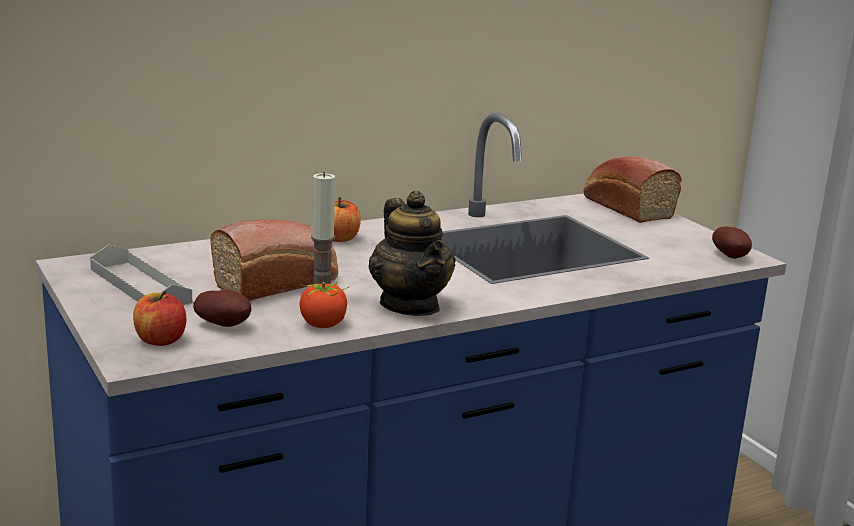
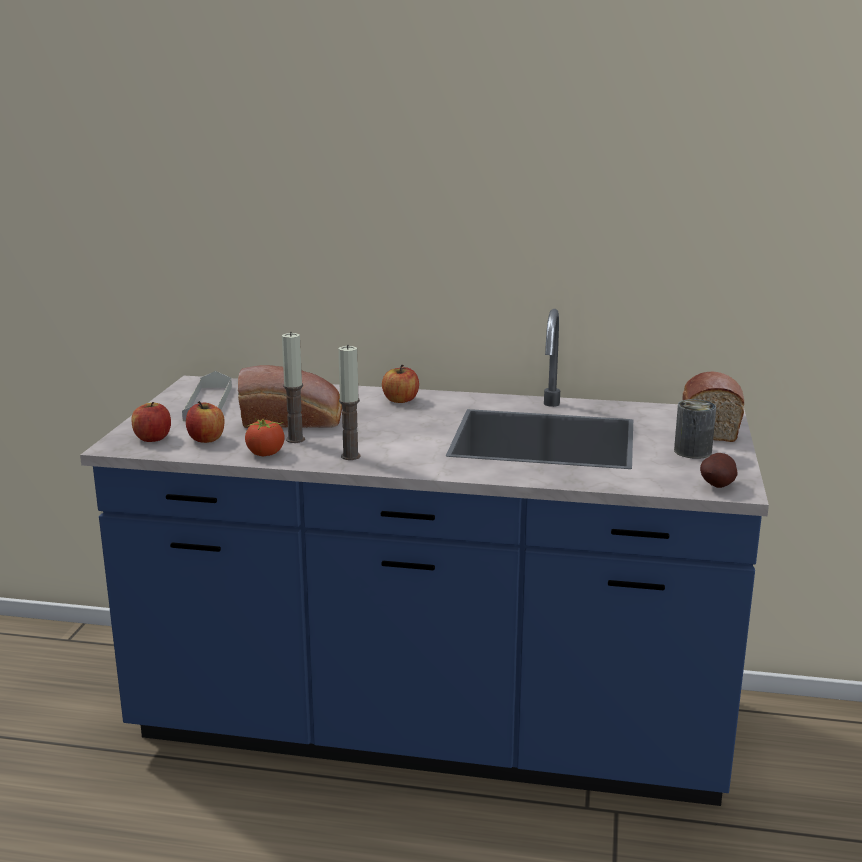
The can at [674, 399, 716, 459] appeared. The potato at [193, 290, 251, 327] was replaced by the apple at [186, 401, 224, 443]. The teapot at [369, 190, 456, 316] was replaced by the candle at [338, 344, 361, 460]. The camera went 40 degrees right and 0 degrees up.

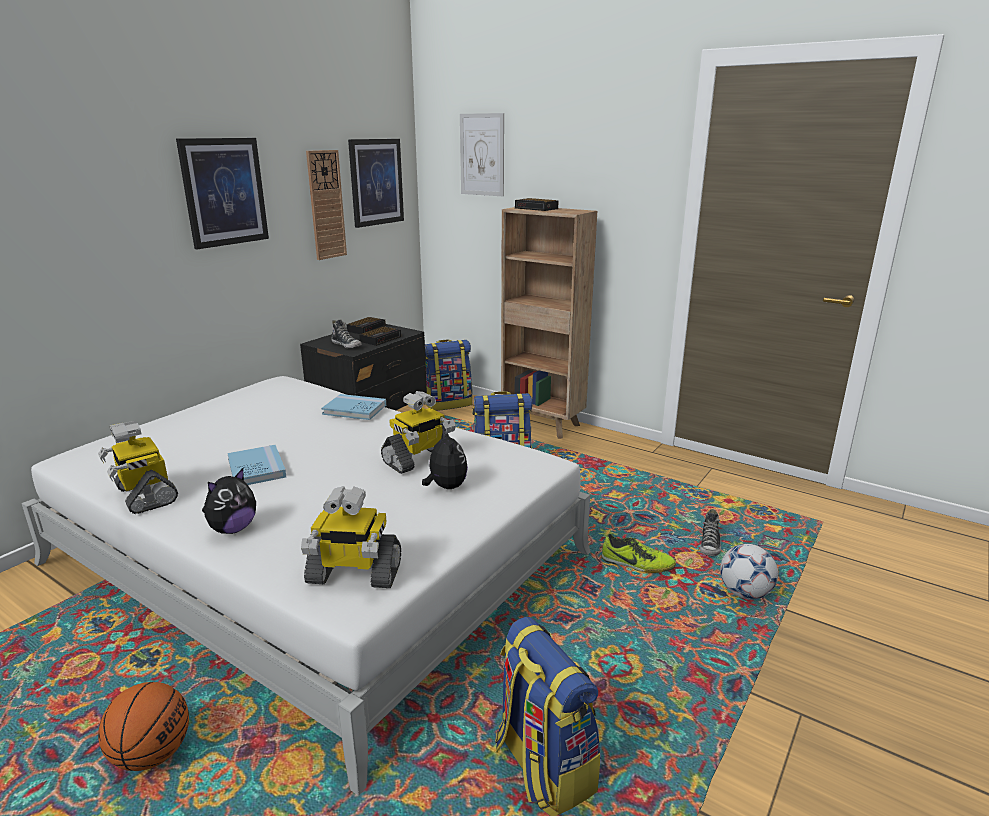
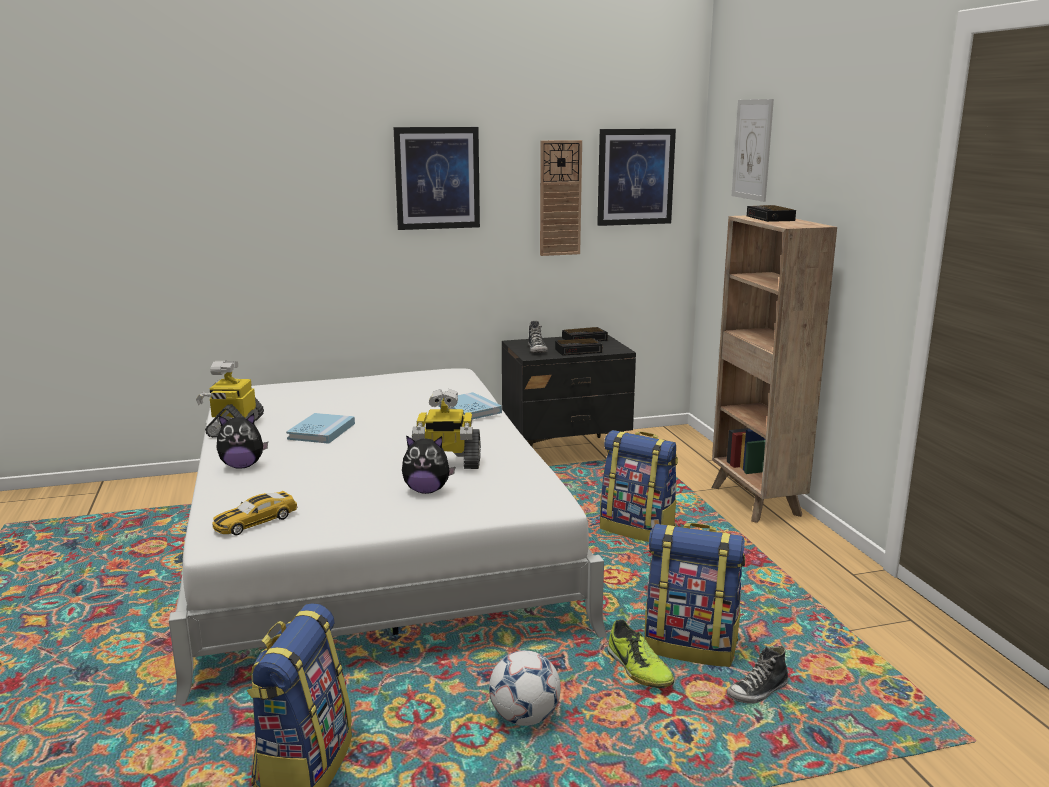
The basketball at [98, 682, 189, 771] disappeared. The backpack moved from [425, 339, 472, 411] to [645, 523, 745, 667]. The football moved from [720, 544, 778, 599] to [489, 650, 561, 726]. The toy_robot at [301, 486, 401, 588] was replaced by the toy_car at [212, 491, 298, 535]. The plush_toy at [422, 429, 468, 489] turned 75 degrees clockwise. The camera went 40 degrees right and 5 degrees down.

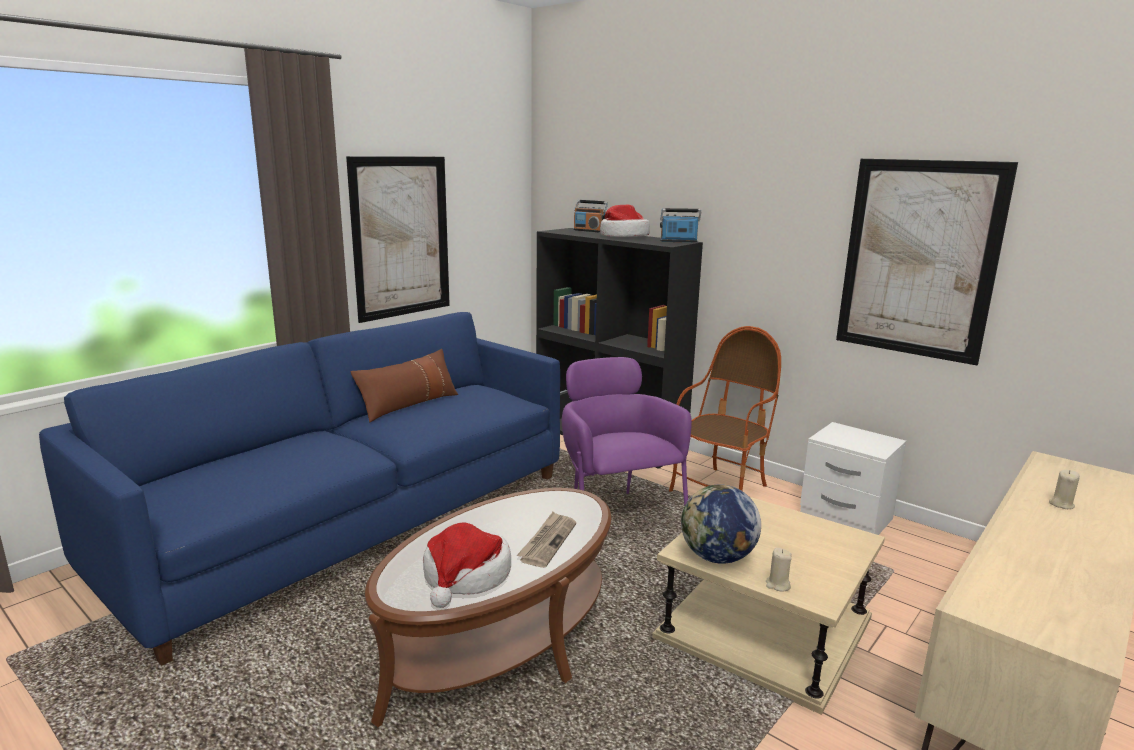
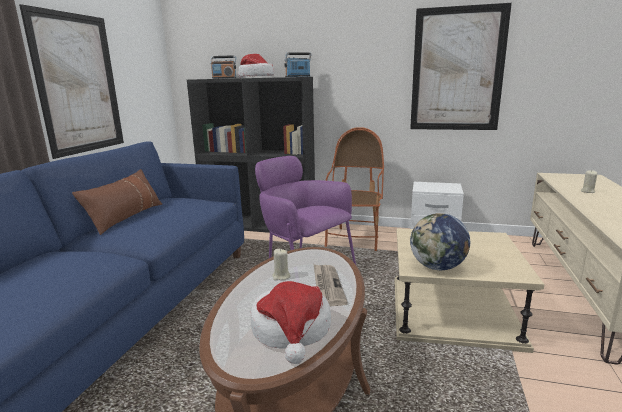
The beige_candle moved from [766, 548, 792, 591] to [272, 249, 291, 280]. The camera went 25 degrees left and 0 degrees up.

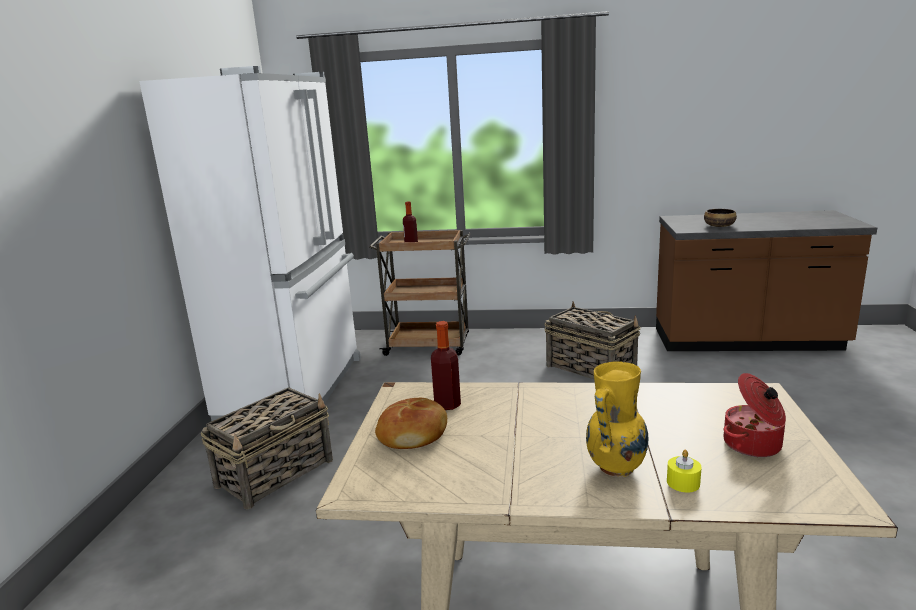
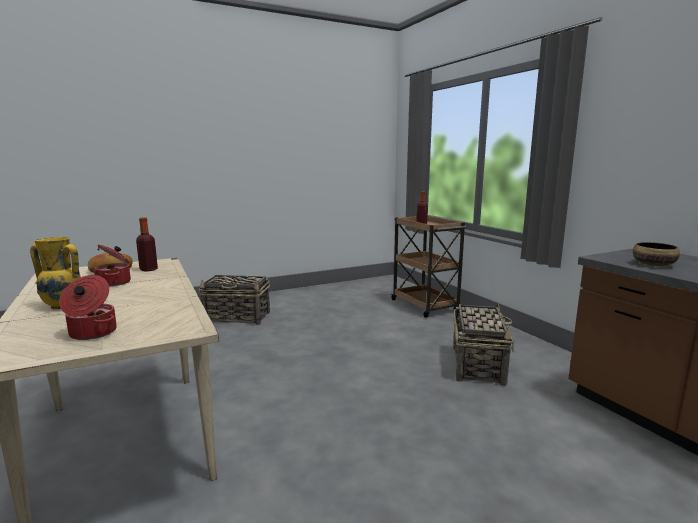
The white_fridge at [139, 66, 361, 421] disappeared. The yellow_candle at [667, 450, 702, 492] disappeared. The cooking_pot at [94, 245, 131, 286] appeared. The camera went 55 degrees right and 5 degrees down.

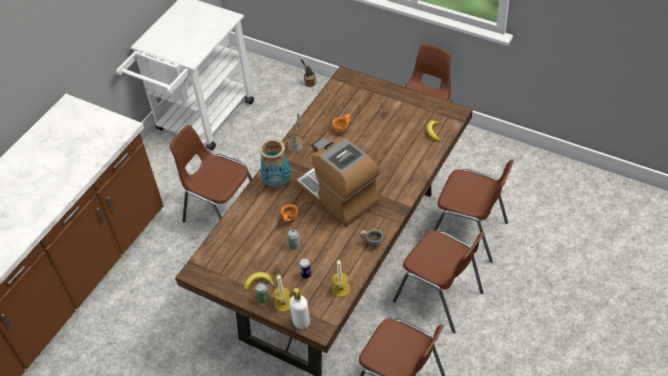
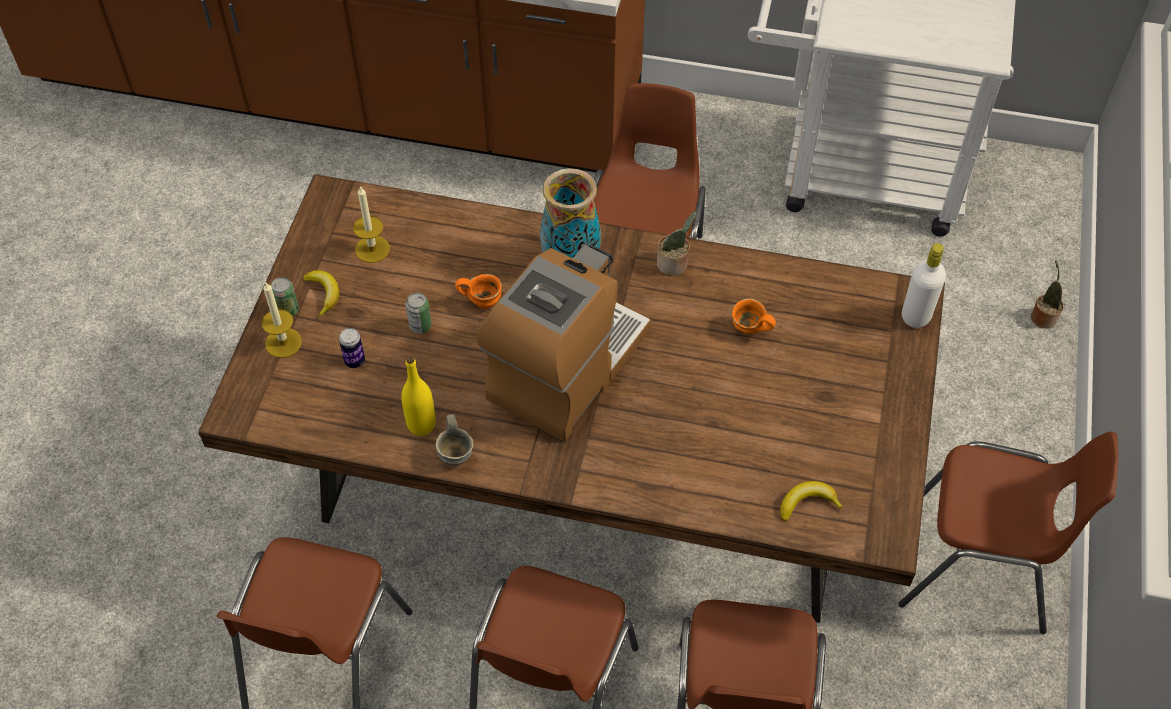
The yellow_bottle at [401, 356, 435, 436] appeared. The white_bottle moved from [289, 288, 310, 329] to [902, 243, 946, 328]. The candle moved from [332, 259, 351, 297] to [353, 186, 390, 263]. The camera went 70 degrees right and 5 degrees up.

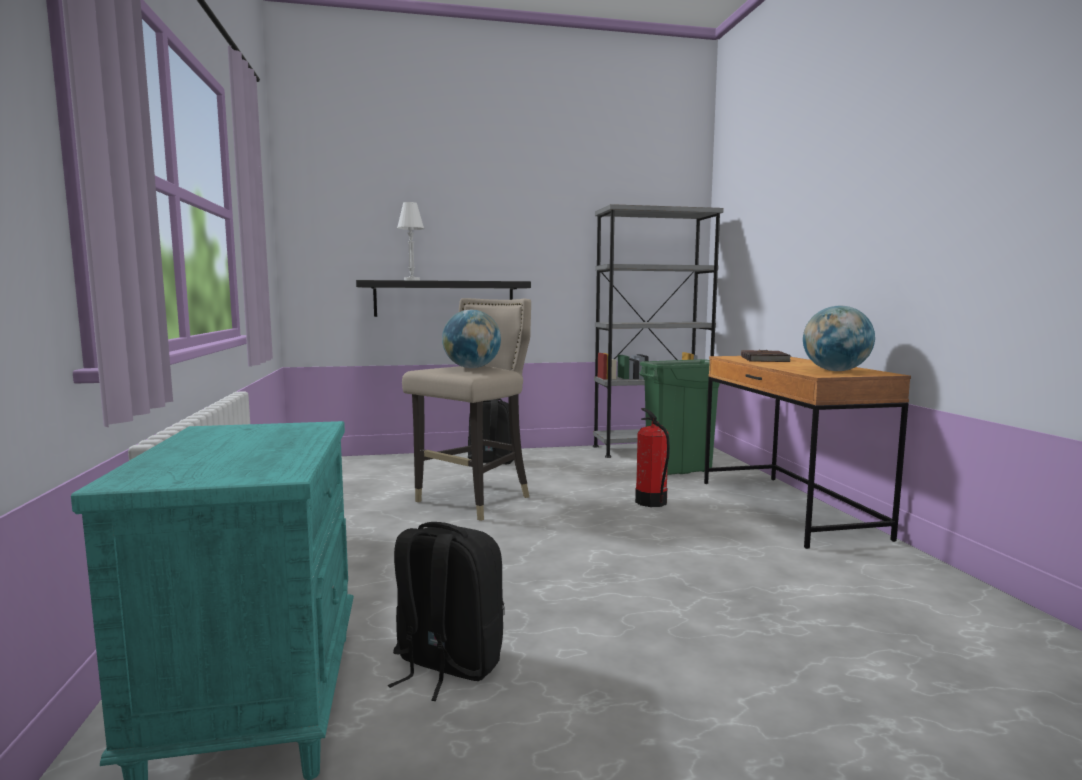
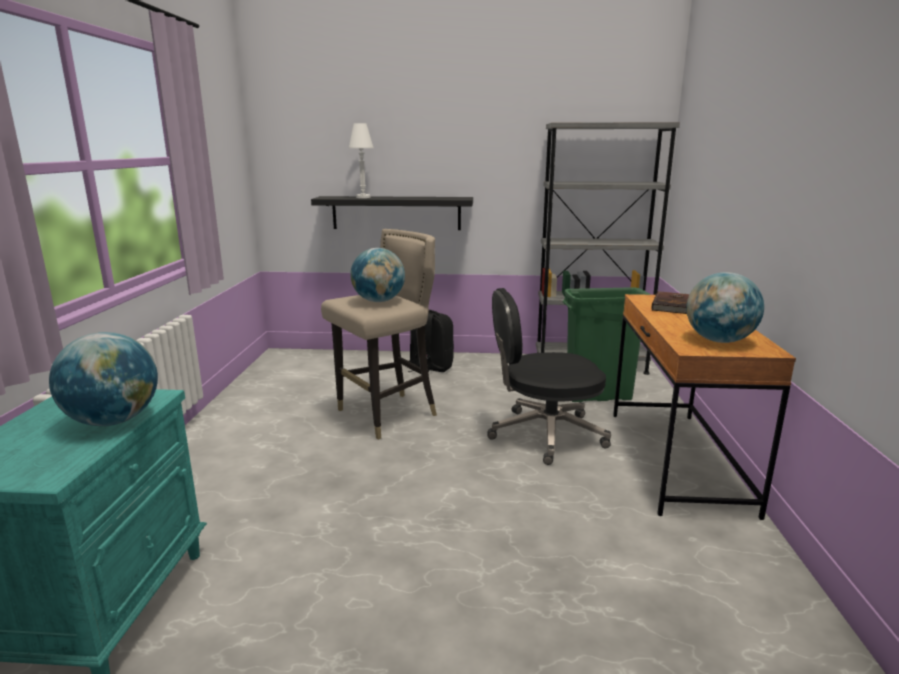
The black_backpack at [388, 522, 504, 701] disappeared. The globe at [49, 332, 158, 426] appeared. The fire_extinguisher at [635, 408, 670, 507] was replaced by the black_office_chair at [487, 288, 611, 465]. The camera went 15 degrees right and 10 degrees up.

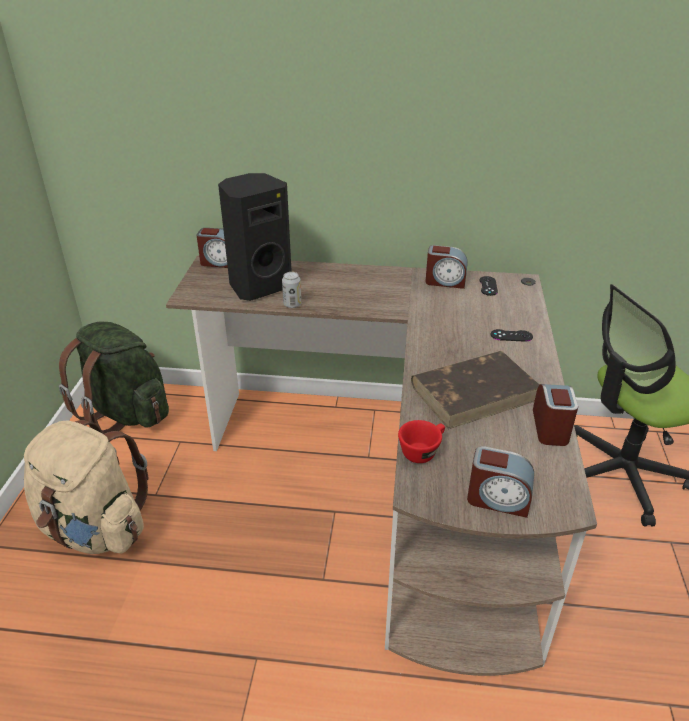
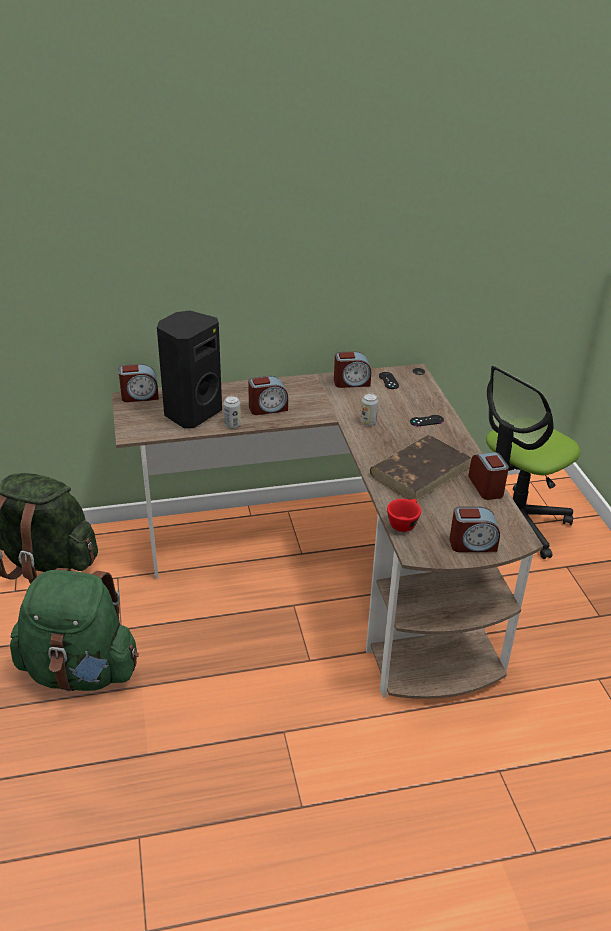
The alarm_clock at [248, 376, 288, 415] appeared. The can at [360, 393, 378, 426] appeared. The beige_backpack at [24, 420, 149, 554] became the green_backpack at [10, 568, 139, 691]. The camera went 20 degrees left and 0 degrees up.

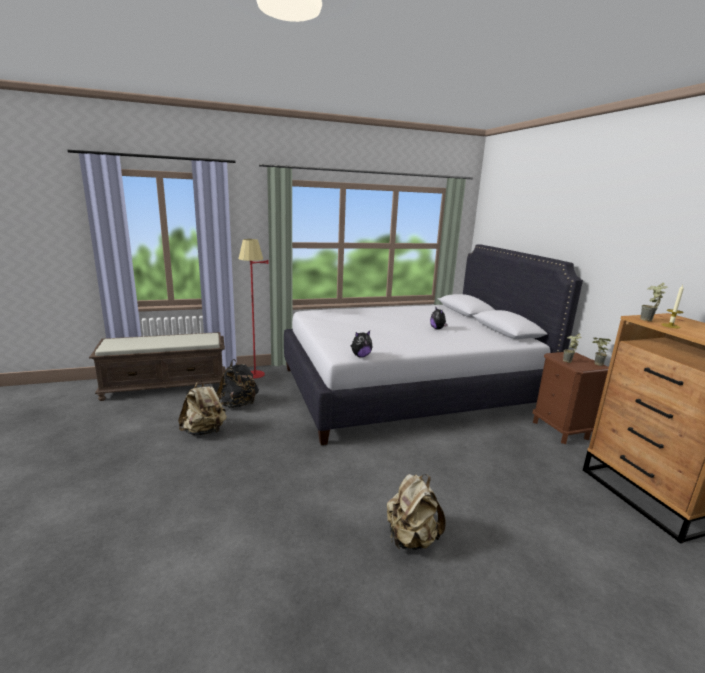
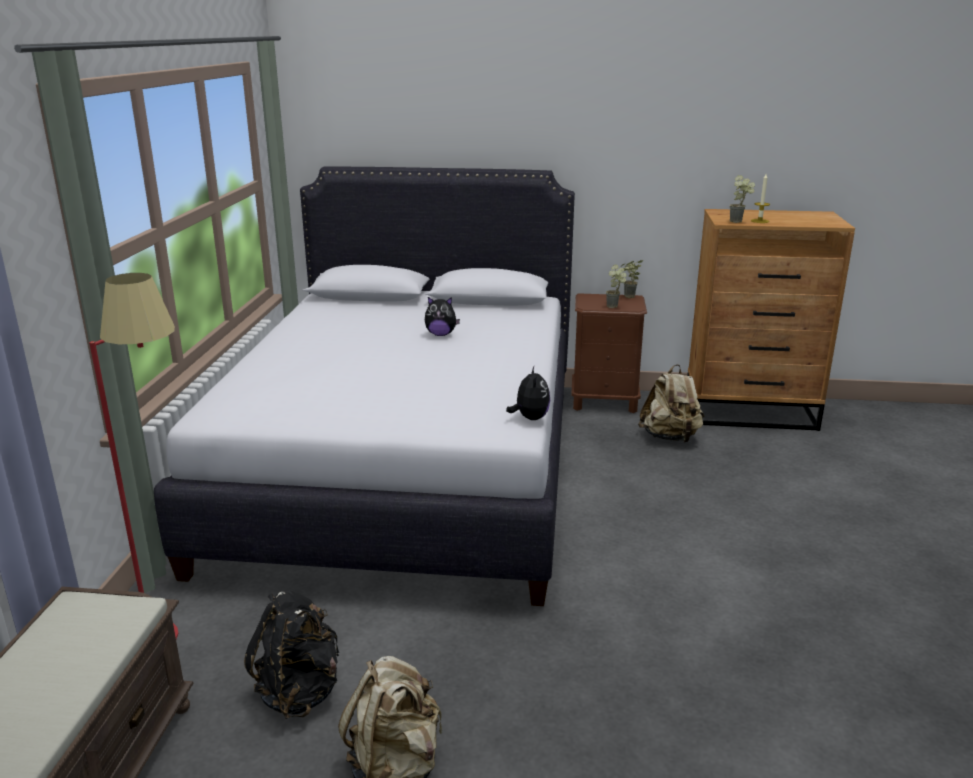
The beige_backpack moved from [387, 474, 445, 550] to [638, 364, 704, 443]. The camera went 65 degrees left and 5 degrees up.

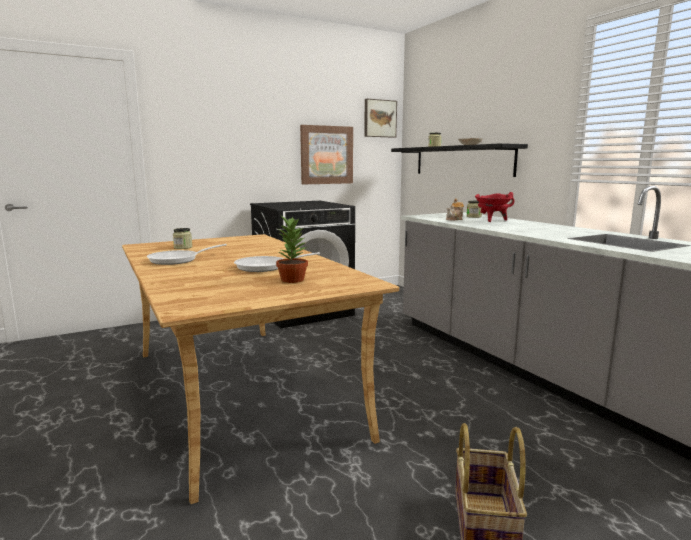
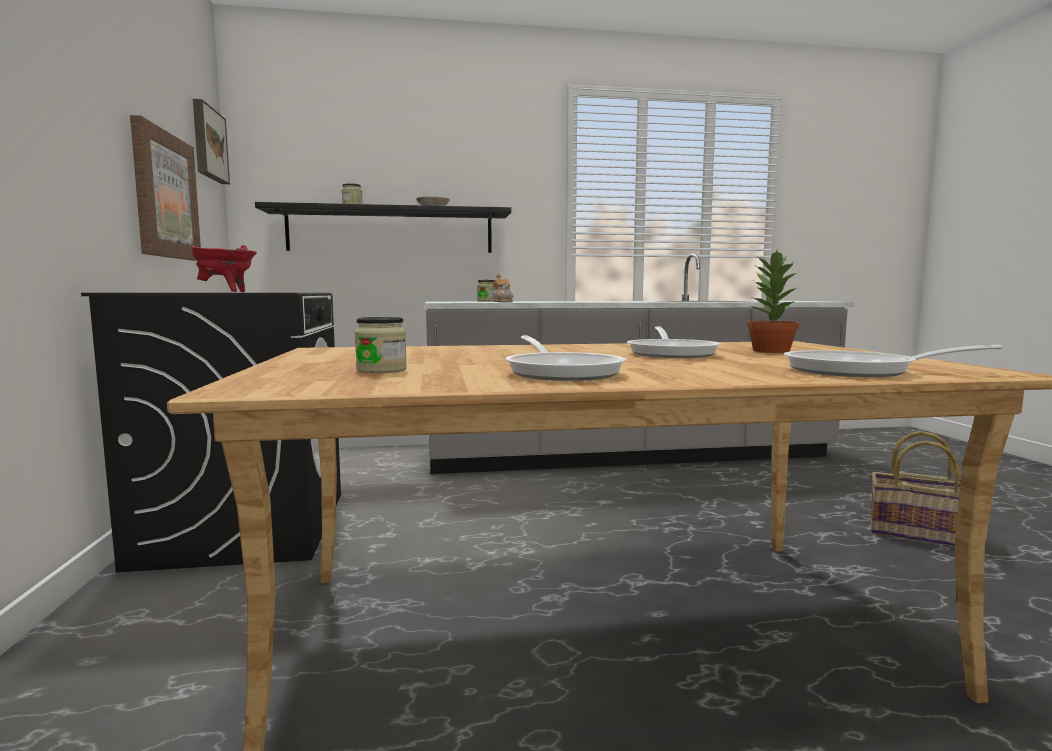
The frying_pan at [784, 345, 1003, 377] appeared. The red_cooking_pot moved from [475, 192, 514, 222] to [191, 245, 257, 292]. The camera went 70 degrees left and 5 degrees down.

